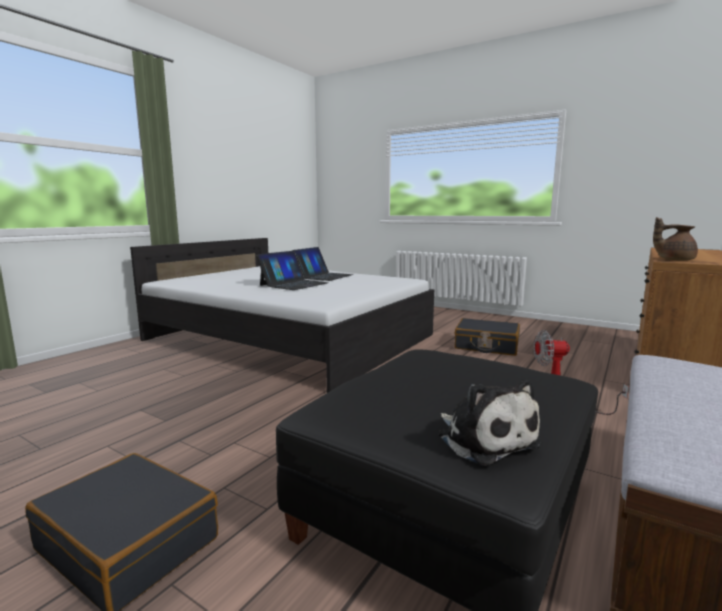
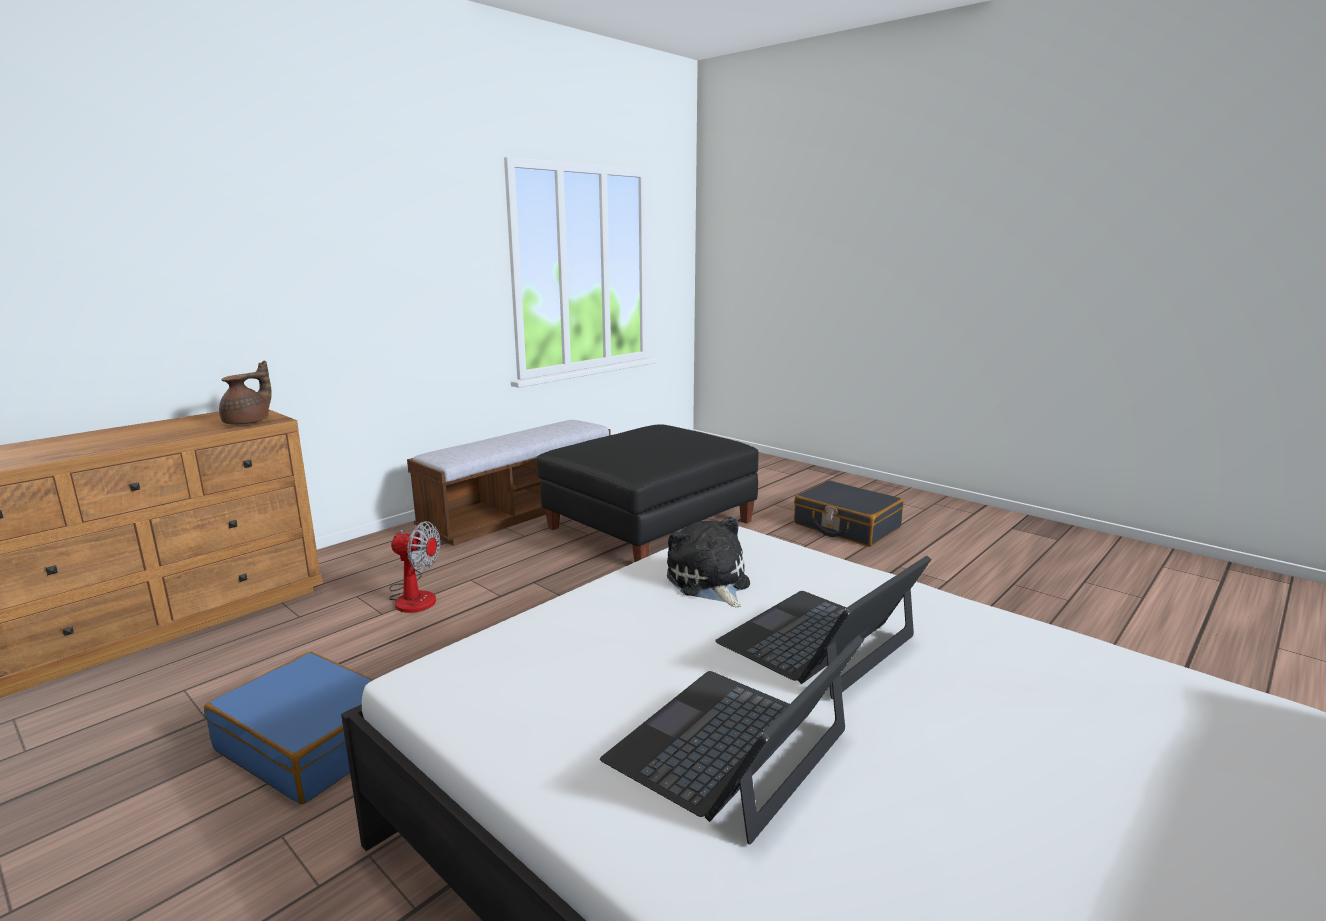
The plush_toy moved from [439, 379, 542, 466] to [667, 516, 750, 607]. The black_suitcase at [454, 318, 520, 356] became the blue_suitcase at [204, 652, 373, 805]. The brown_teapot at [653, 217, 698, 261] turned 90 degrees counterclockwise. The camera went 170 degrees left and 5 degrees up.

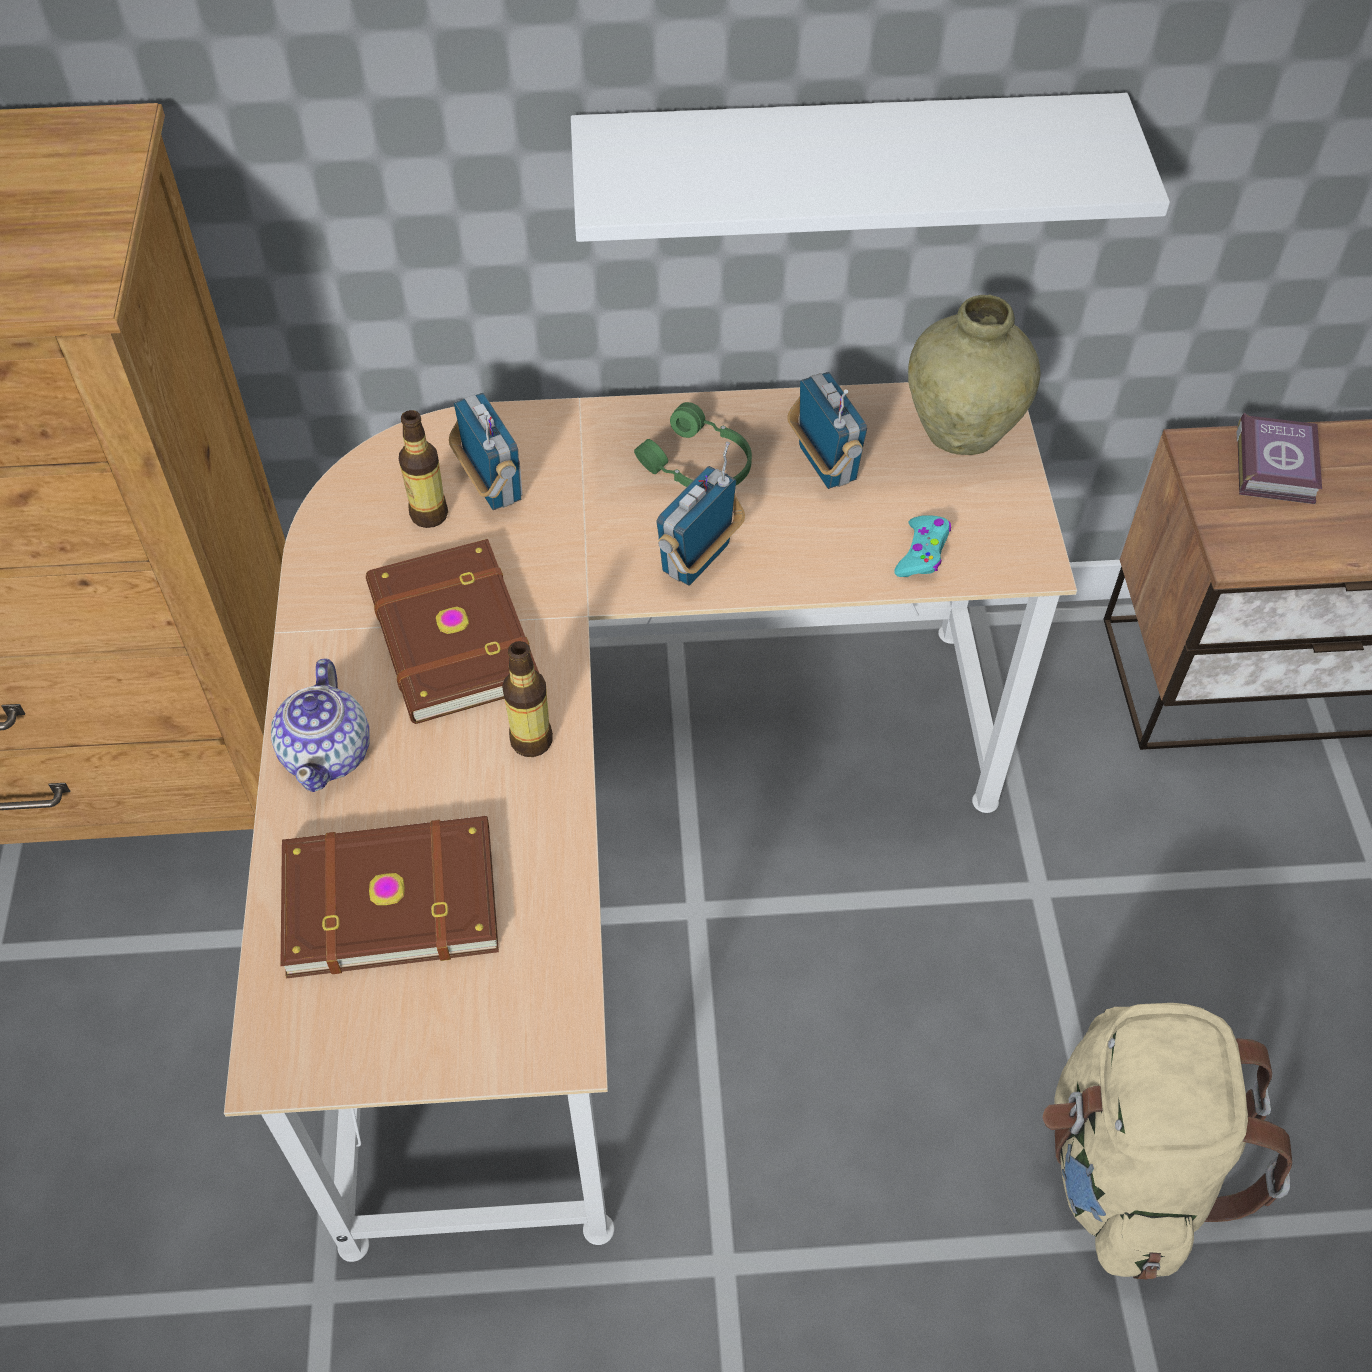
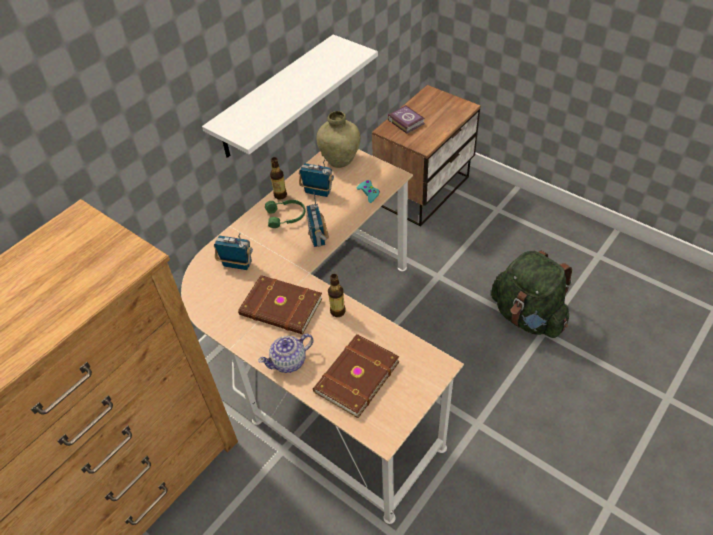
The bottle moved from [399, 410, 448, 528] to [270, 157, 287, 200]. The beige_backpack at [1042, 1003, 1292, 1279] became the green_backpack at [491, 251, 572, 338]. The teapot at [271, 658, 370, 792] turned 105 degrees clockwise. The camera went 45 degrees left and 5 degrees down.

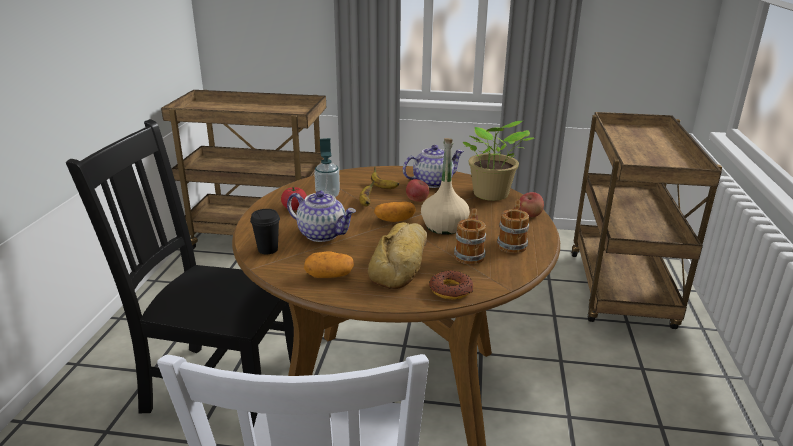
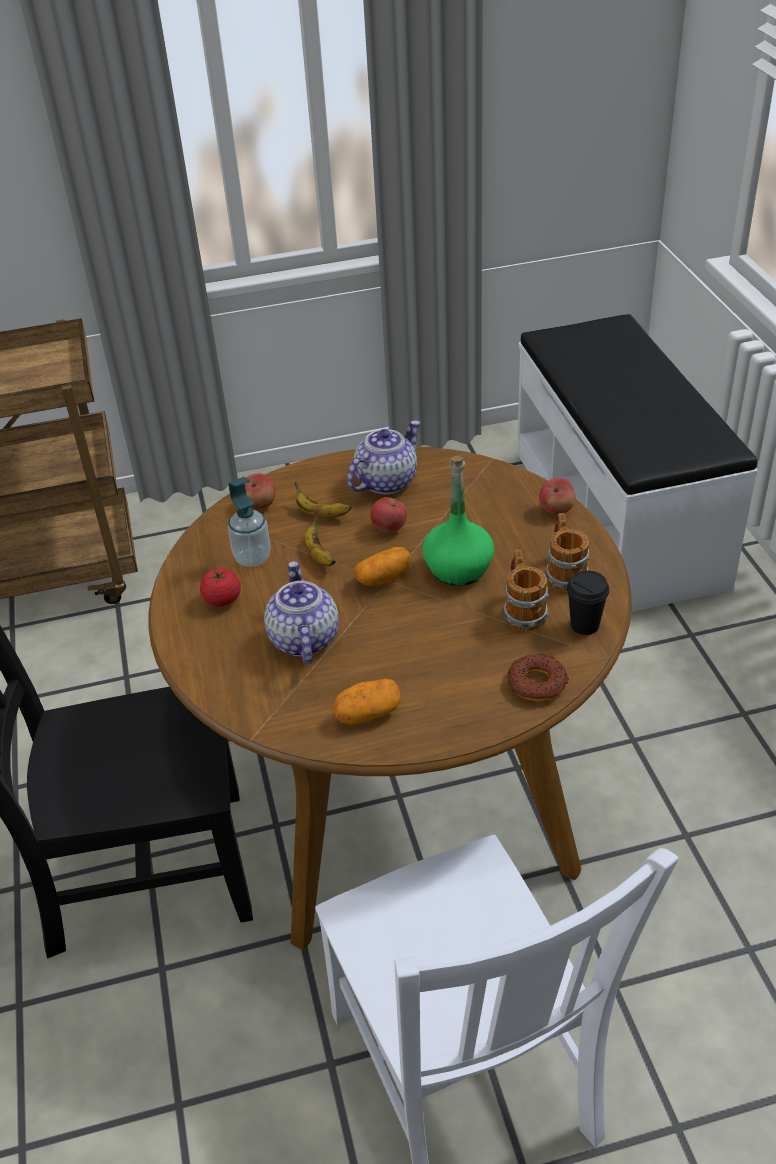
The bread at [368, 222, 427, 289] disappeared. The potted_plant at [463, 121, 534, 201] disappeared. The apple at [245, 473, 275, 509] appeared. The black_cup moved from [250, 209, 280, 254] to [567, 570, 609, 635]. The brown_cart at [571, 112, 722, 329] was replaced by the white_bench at [517, 314, 757, 612]. The beige_bottle at [421, 138, 470, 235] became the green_bottle at [422, 456, 494, 586]. The teapot at [287, 191, 356, 242] turned 105 degrees counterclockwise. The camera went 20 degrees left and 15 degrees up.

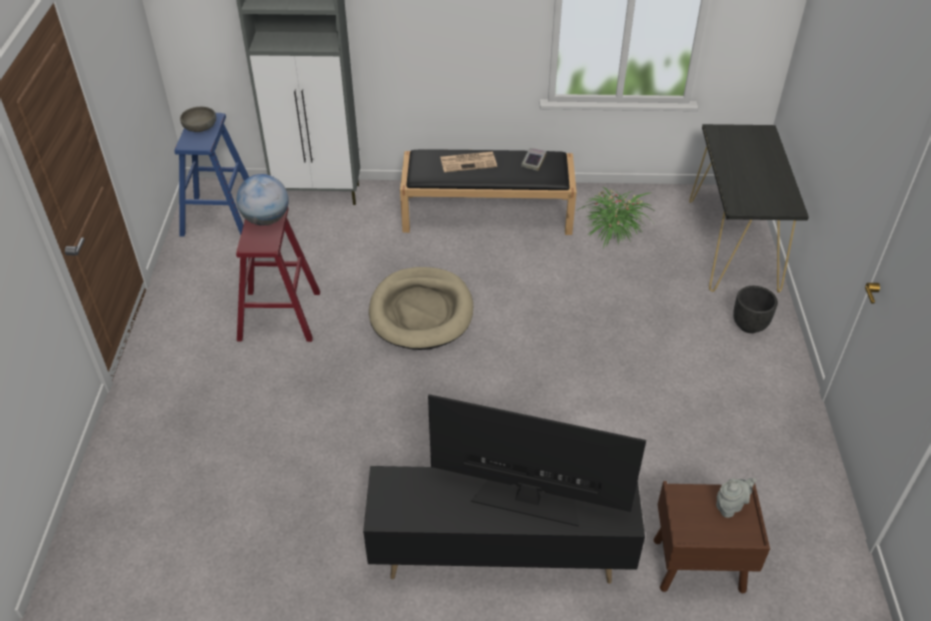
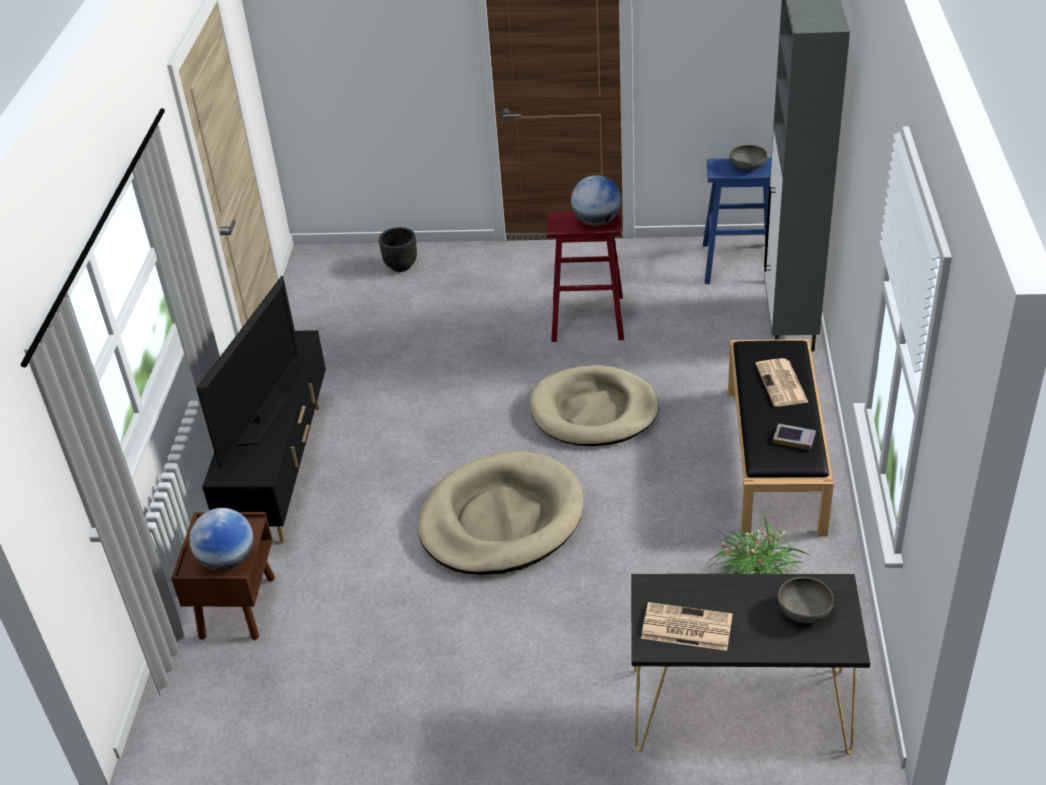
The beige_dog_bed at [417, 451, 584, 575] appeared. The newspaper at [641, 602, 733, 651] appeared. The grey_bowl at [778, 577, 834, 623] appeared. The black_planter moved from [733, 286, 778, 333] to [379, 227, 417, 272]. The grey_teapot at [716, 478, 756, 518] was replaced by the globe at [190, 508, 253, 570]. The camera went 95 degrees right and 5 degrees down.

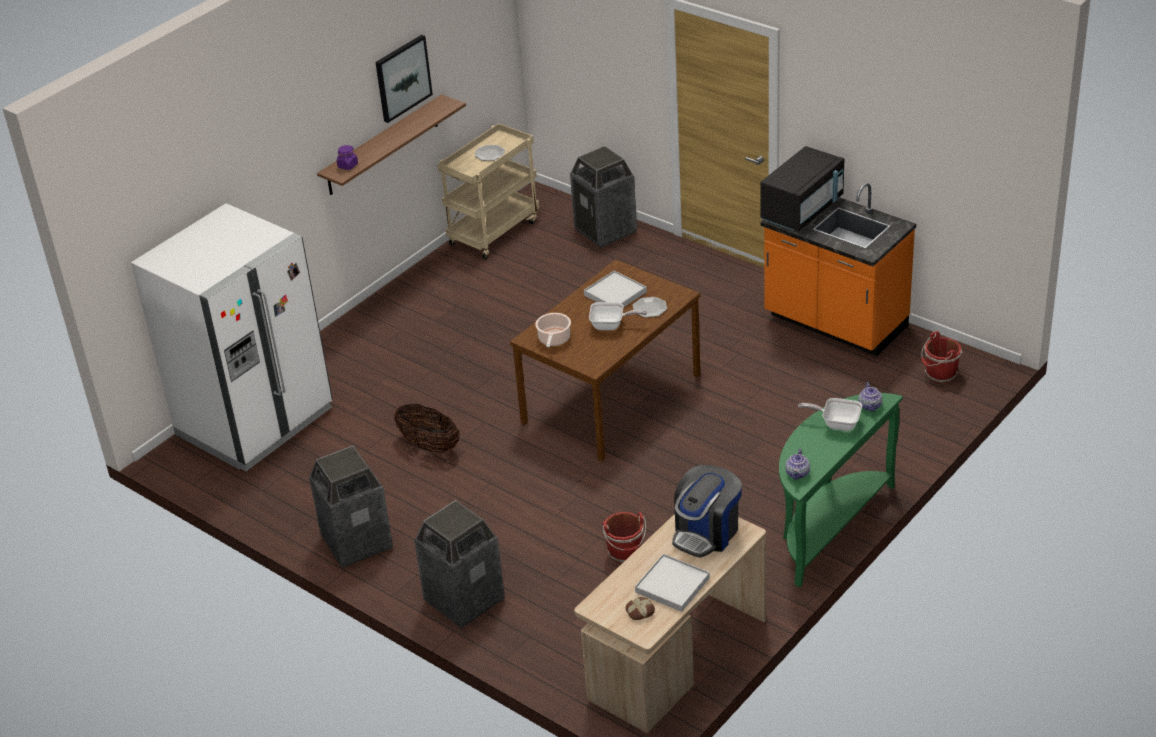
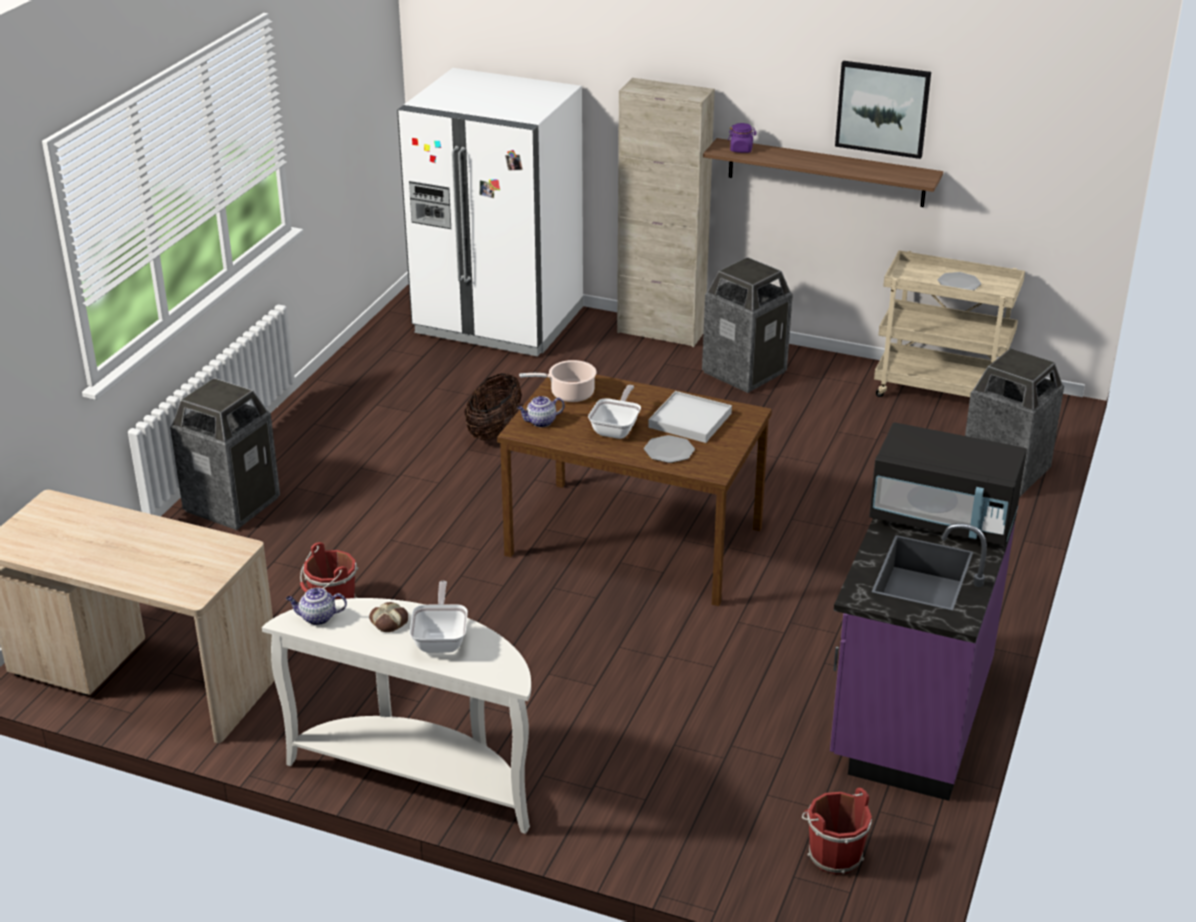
The white_tray at [635, 554, 710, 612] disappeared. The coffee_machine at [672, 465, 742, 558] disappeared. The beige_cabinet at [617, 78, 715, 347] appeared. The trash_can moved from [309, 446, 393, 568] to [702, 257, 793, 393]. The bread moved from [625, 597, 655, 620] to [369, 602, 408, 632]. The teapot moved from [859, 382, 883, 412] to [517, 396, 565, 427]. The orange_counter at [760, 183, 916, 356] became the purple_counter at [830, 513, 1017, 801]. The green_console_table at [779, 393, 903, 587] became the white_console_table at [262, 598, 531, 834]. The frying_pan at [589, 302, 647, 330] turned 150 degrees counterclockwise. The camera went 70 degrees right and 5 degrees down.

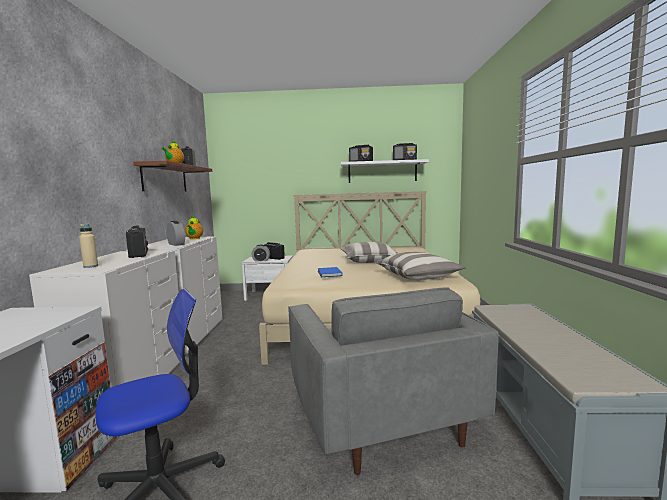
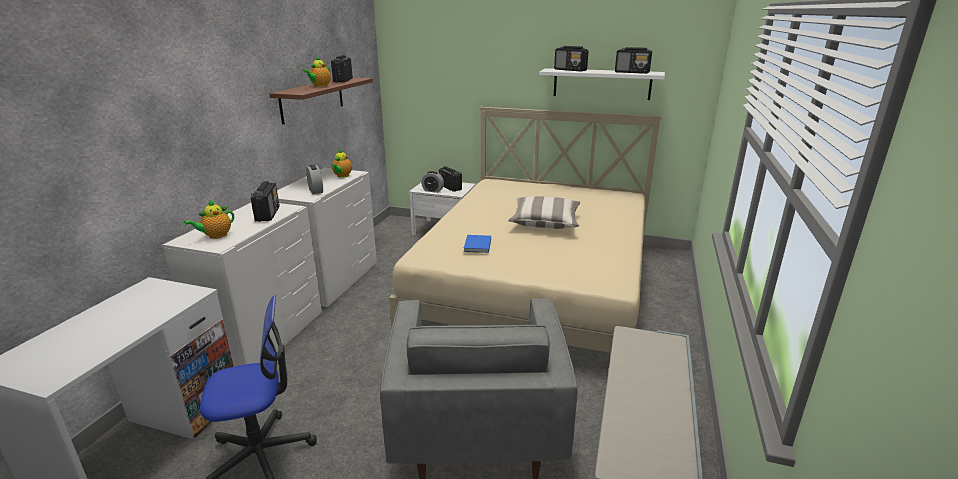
The pillow at [375, 252, 466, 280] disappeared. The beige_bottle at [79, 224, 98, 268] was replaced by the teapot at [183, 200, 234, 239]. The camera went 15 degrees right and 15 degrees up.

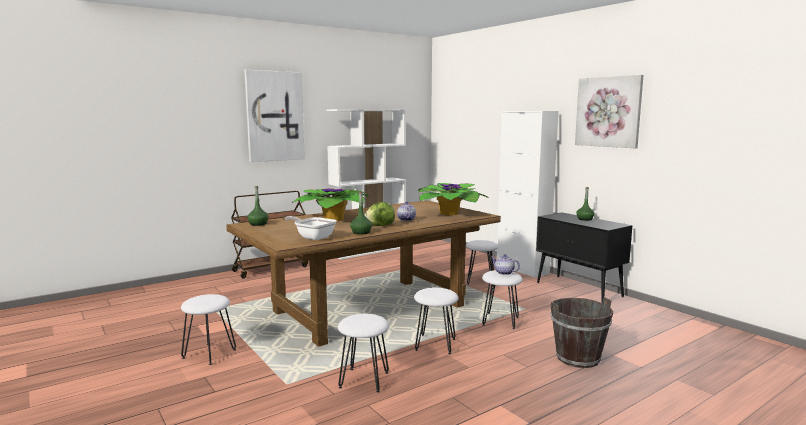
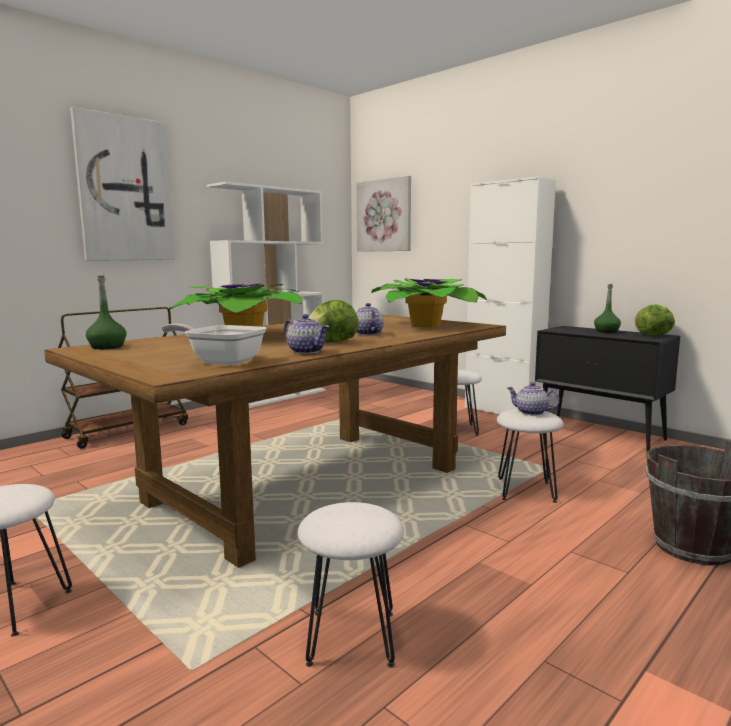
The white_stool at [414, 288, 459, 354] disappeared. The lettuce at [635, 304, 675, 335] appeared. The picture moved from [575, 75, 644, 148] to [357, 176, 411, 252]. The green_bottle at [350, 192, 372, 234] was replaced by the teapot at [284, 314, 329, 354]. The camera went 10 degrees left and 0 degrees up.

